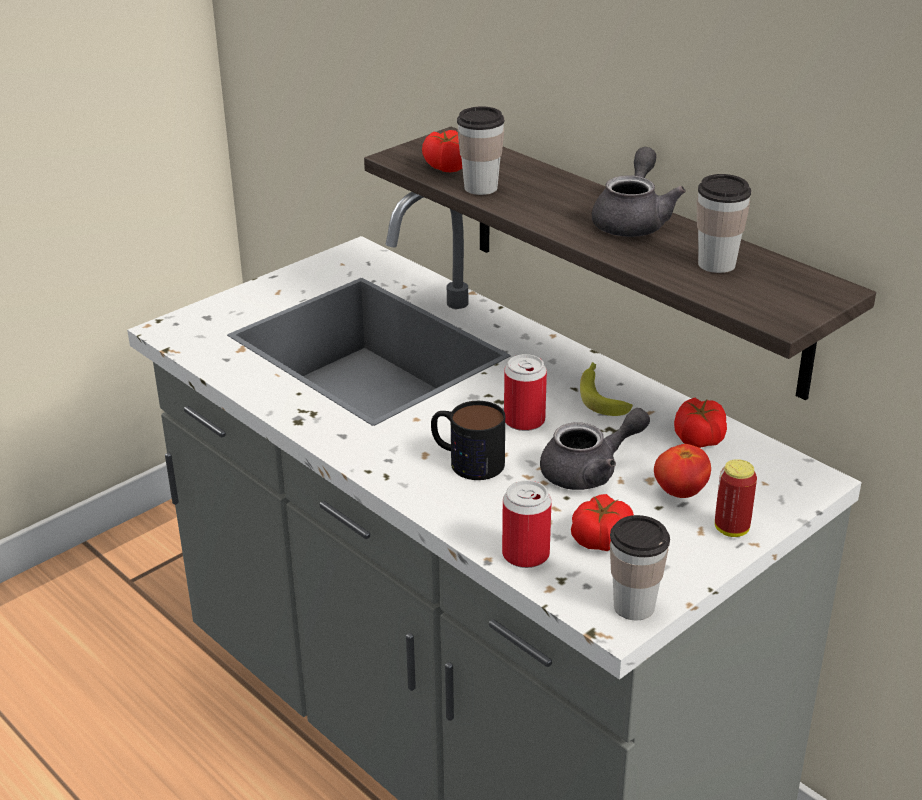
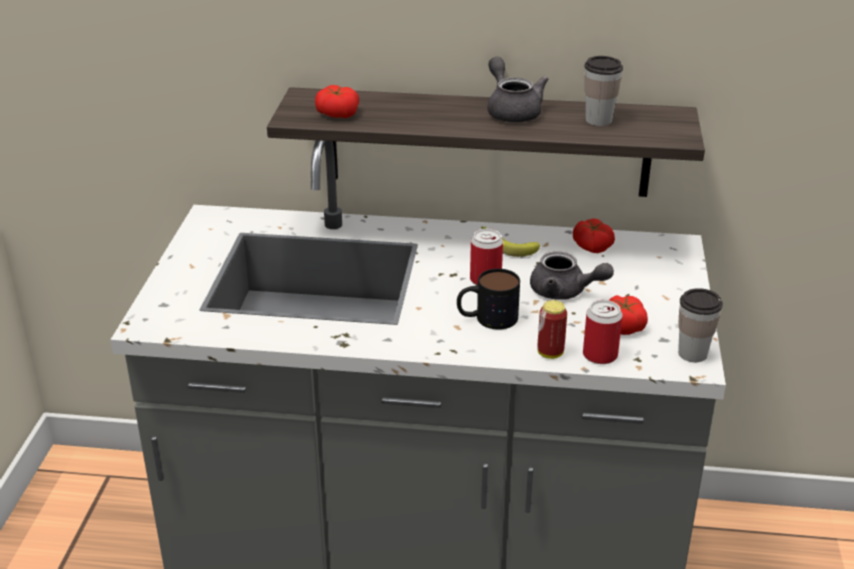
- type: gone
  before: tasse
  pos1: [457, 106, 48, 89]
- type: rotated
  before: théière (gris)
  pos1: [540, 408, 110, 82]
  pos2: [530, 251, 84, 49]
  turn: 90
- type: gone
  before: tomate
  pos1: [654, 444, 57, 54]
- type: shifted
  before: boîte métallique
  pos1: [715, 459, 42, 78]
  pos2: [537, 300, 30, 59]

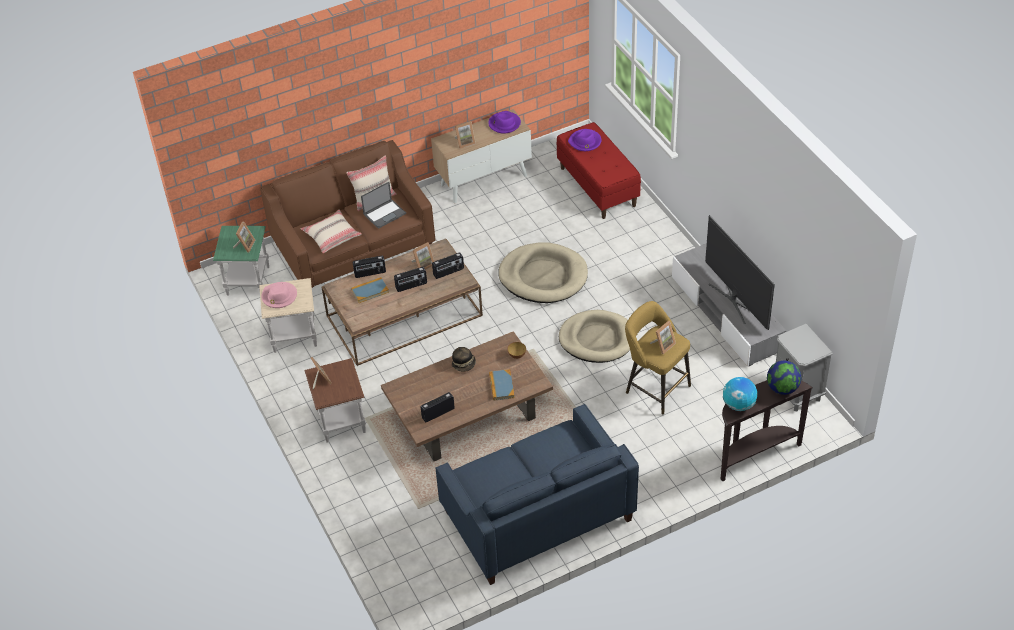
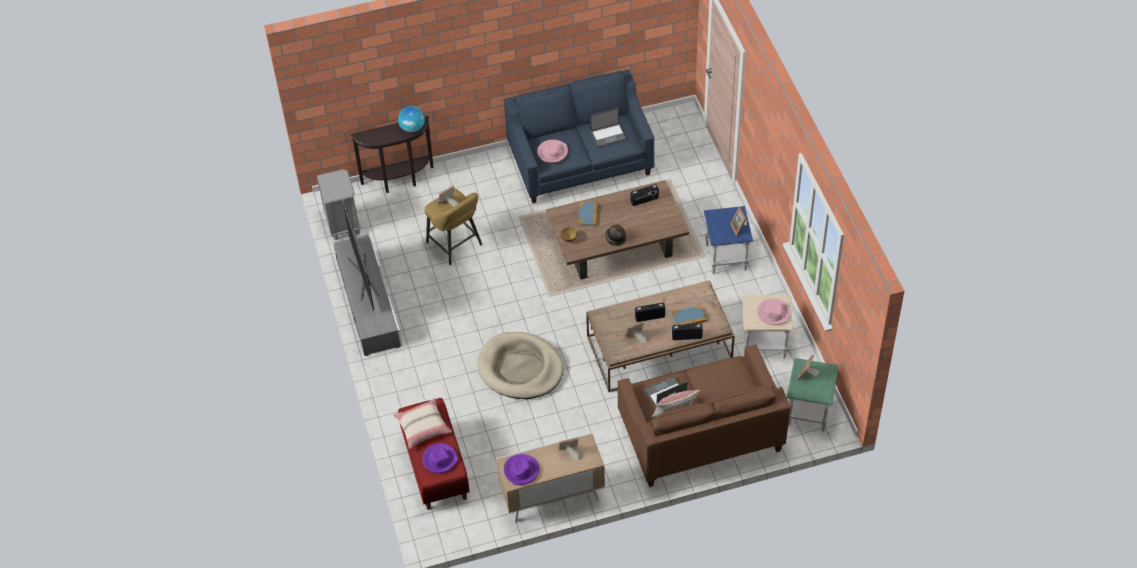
- type: shifted
  before: coussin (beige)
  pos1: [301, 210, 61, 43]
  pos2: [393, 398, 59, 51]
- type: repainted
  before: table d'appoint (marron)
  after: table d'appoint (bleu)
  pos1: [304, 358, 62, 85]
  pos2: [704, 206, 49, 68]
- type: gone
  before: radio
  pos1: [432, 252, 32, 27]
- type: gone
  before: panier pour chien (beige)
  pos1: [559, 310, 71, 53]
- type: gone
  before: globe
  pos1: [767, 361, 34, 34]
- type: new
  after: chapeau (rose)
  pos2: [537, 140, 31, 23]
- type: new
  after: ordinateur portable
  pos2: [590, 108, 37, 40]

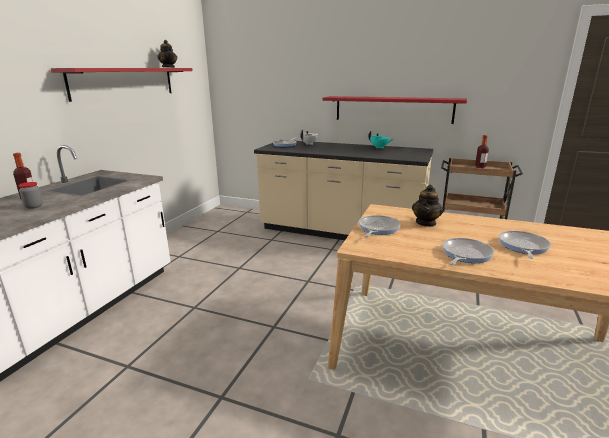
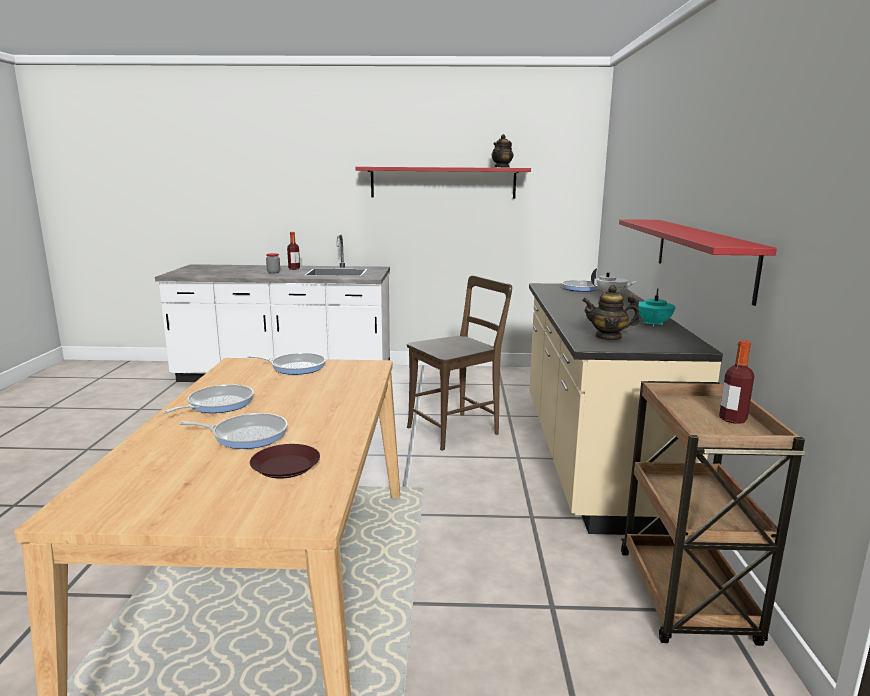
- type: shifted
  before: théière
  pos1: [412, 185, 31, 42]
  pos2: [582, 285, 59, 56]
- type: rotated
  before: poêle
  pos1: [442, 238, 52, 27]
  pos2: [162, 384, 92, 30]
  turn: -75
- type: new
  after: assiette (marron)
  pos2: [250, 444, 70, 35]
- type: new
  after: chaise (marron)
  pos2: [407, 276, 105, 175]

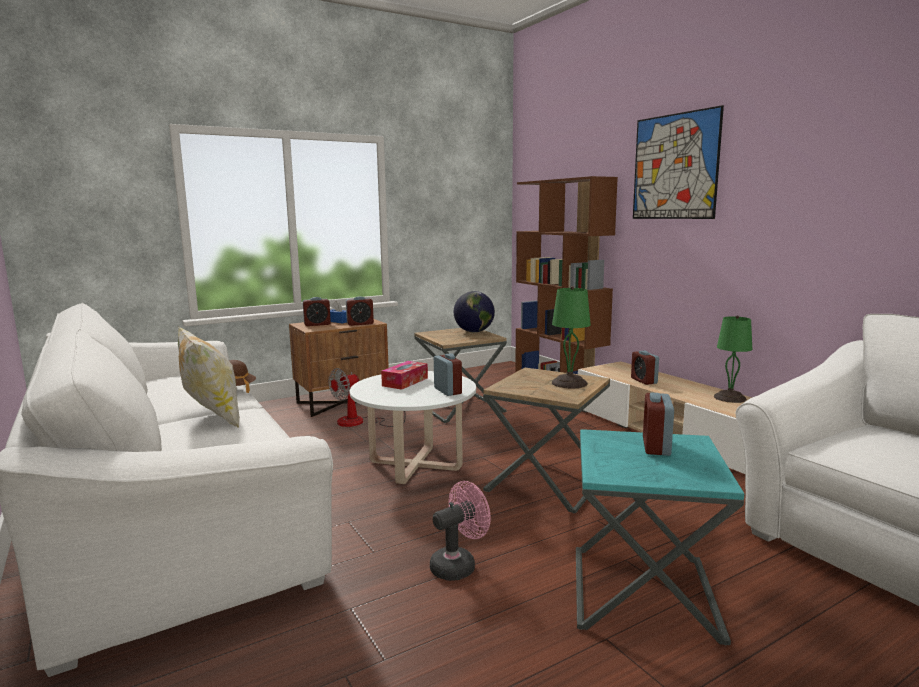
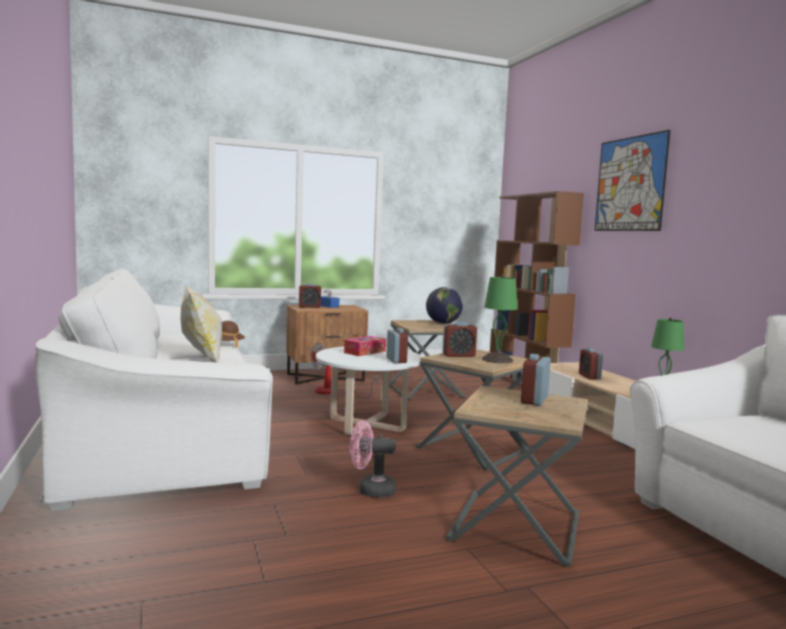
- type: shifted
  before: réveil
  pos1: [346, 296, 28, 30]
  pos2: [443, 322, 34, 35]
- type: rotated
  before: ventilateur (rose)
  pos1: [430, 481, 61, 100]
  pos2: [350, 420, 46, 78]
  turn: -150
- type: repainted
  before: table d'appoint (turquoise)
  after: table d'appoint (marron)
  pos1: [576, 429, 168, 216]
  pos2: [447, 386, 141, 181]

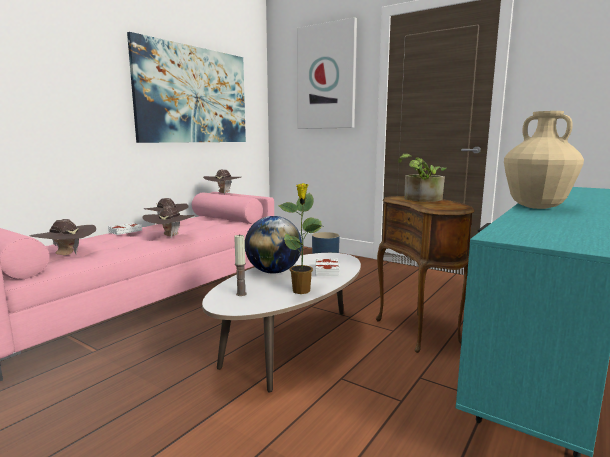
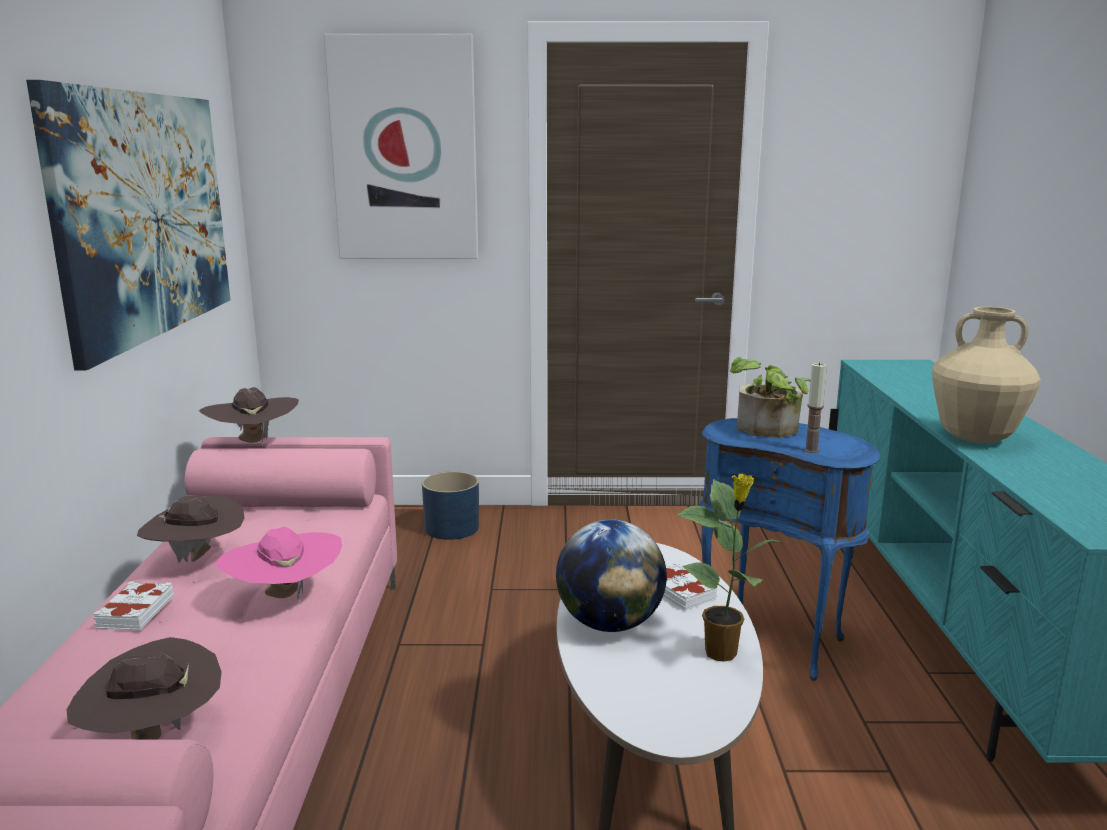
- type: repainted
  before: chapeau (marron)
  after: chapeau (rose)
  pos1: [142, 206, 53, 32]
  pos2: [215, 527, 127, 75]
- type: shifted
  before: bougie
  pos1: [234, 234, 13, 62]
  pos2: [804, 362, 23, 91]
- type: repainted
  before: table d'appoint (marron)
  after: table d'appoint (bleu)
  pos1: [376, 196, 99, 157]
  pos2: [699, 418, 181, 263]

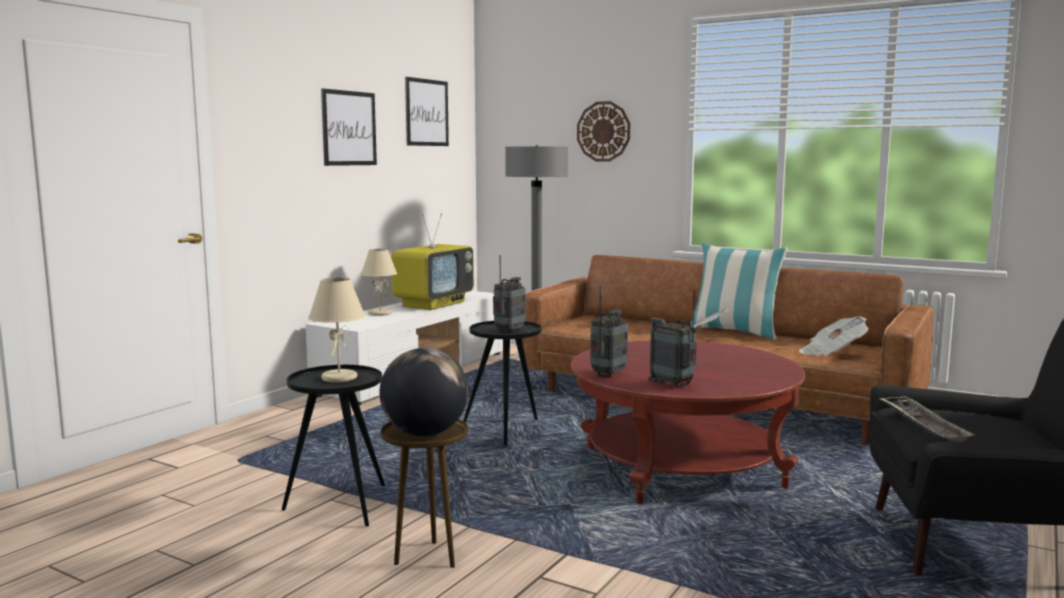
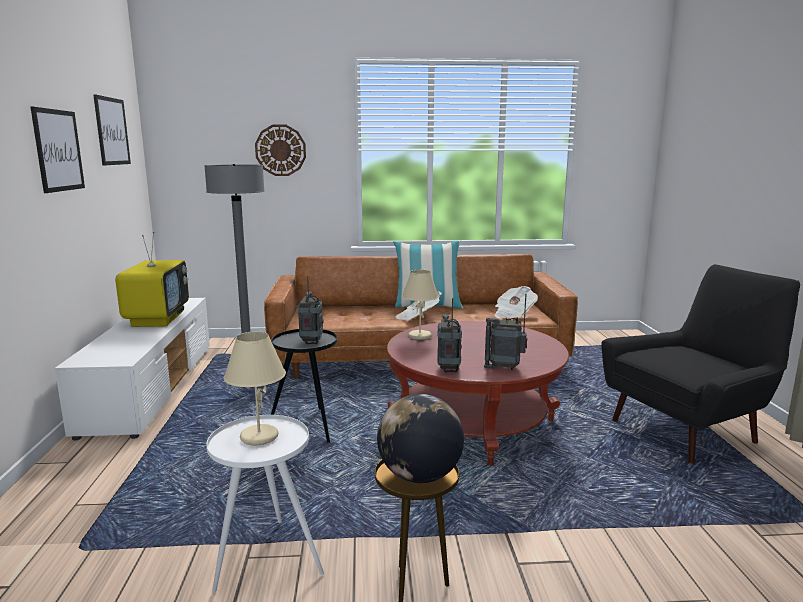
- type: repainted
  before: table d'appoint (noir)
  after: table d'appoint (blanc)
  pos1: [282, 365, 103, 162]
  pos2: [206, 415, 118, 178]
- type: shifted
  before: lampe de table (beige)
  pos1: [361, 249, 36, 67]
  pos2: [402, 270, 37, 70]
- type: gone
  before: plateau
  pos1: [880, 396, 95, 47]

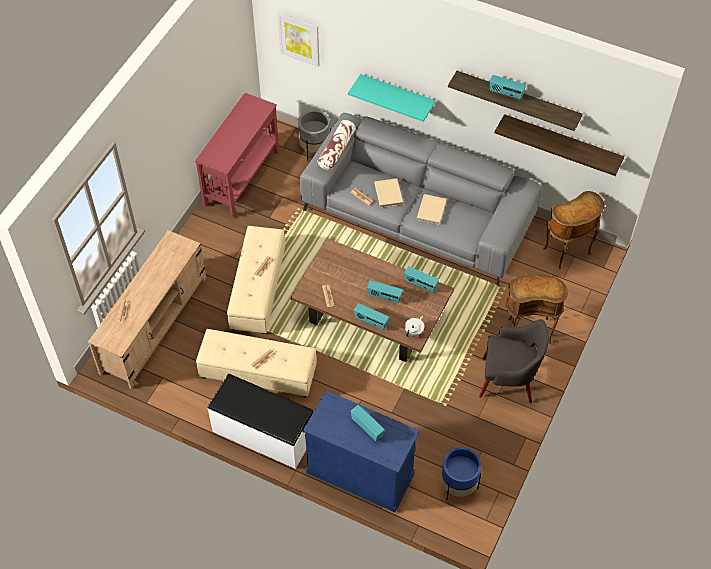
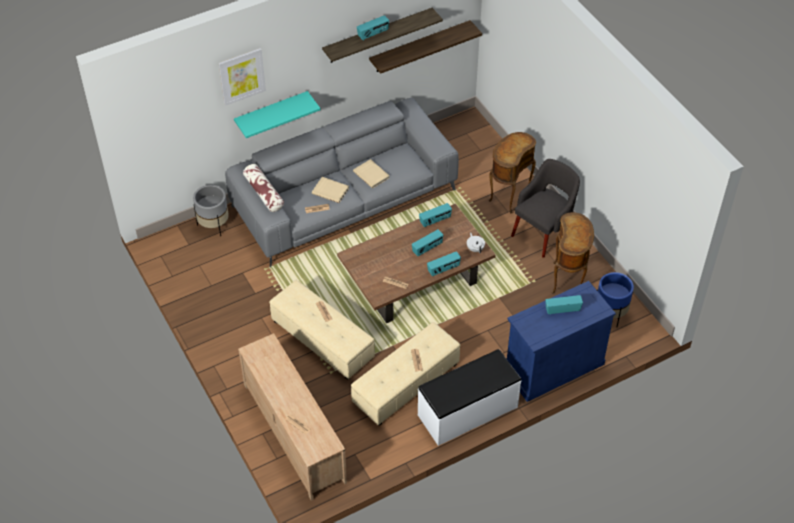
- type: gone
  before: table console (rouge)
  pos1: [195, 93, 84, 125]
- type: shifted
  before: tableau
  pos1: [277, 13, 42, 54]
  pos2: [219, 48, 47, 58]
- type: shifted
  before: table d'appoint (marron)
  pos1: [543, 191, 61, 78]
  pos2: [552, 212, 42, 82]

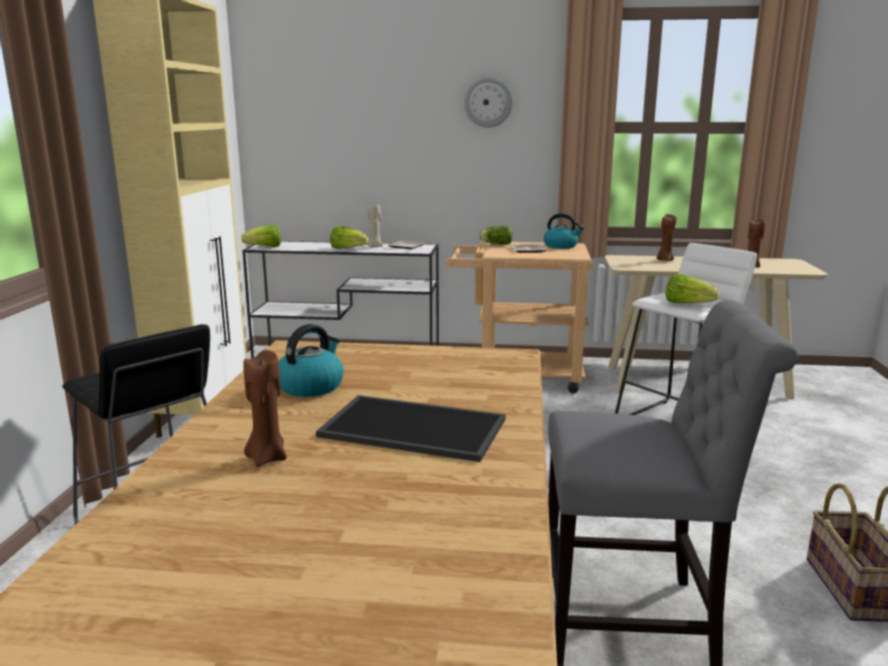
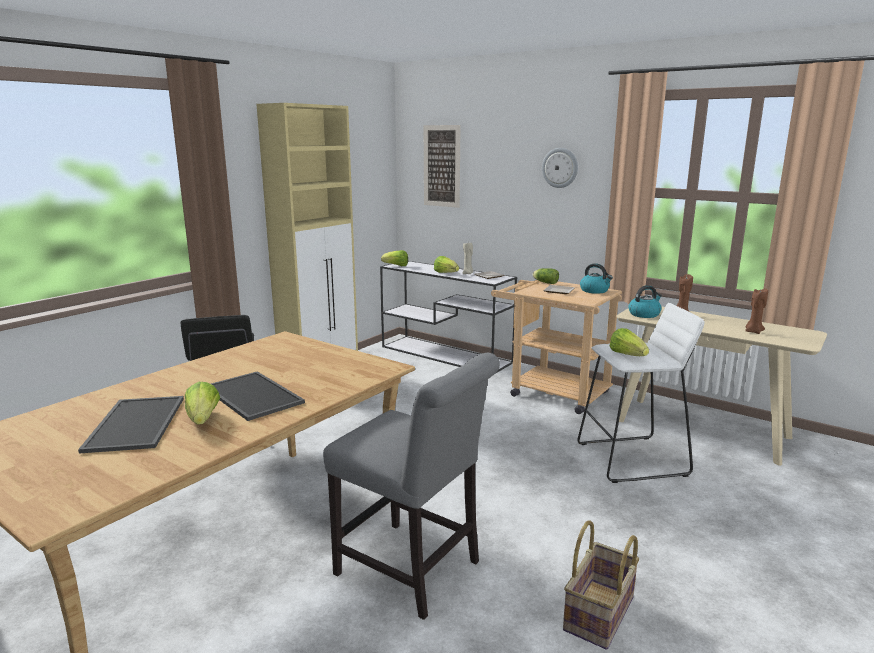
- type: gone
  before: bougie (marron)
  pos1: [243, 350, 44, 117]
- type: shifted
  before: bouilloire
  pos1: [279, 324, 65, 73]
  pos2: [628, 285, 34, 33]
- type: new
  after: plateau
  pos2: [78, 396, 106, 57]
- type: new
  after: laitue
  pos2: [185, 382, 35, 43]
- type: new
  after: tableau
  pos2: [424, 125, 37, 83]

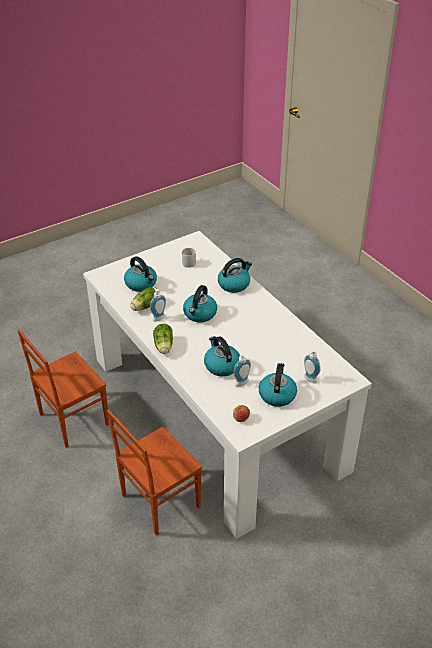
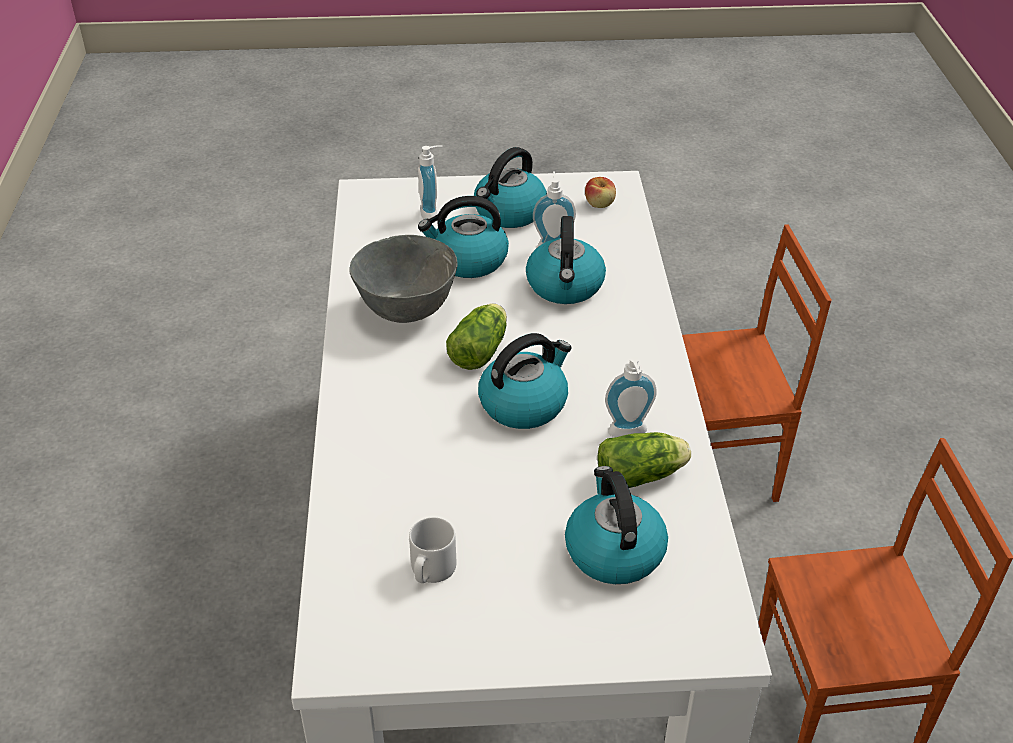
- type: shifted
  before: laitue
  pos1: [153, 324, 20, 30]
  pos2: [446, 303, 61, 67]
- type: shifted
  before: bouilloire
  pos1: [218, 258, 34, 35]
  pos2: [418, 196, 91, 82]
- type: new
  after: bol (gris)
  pos2: [350, 235, 107, 88]

